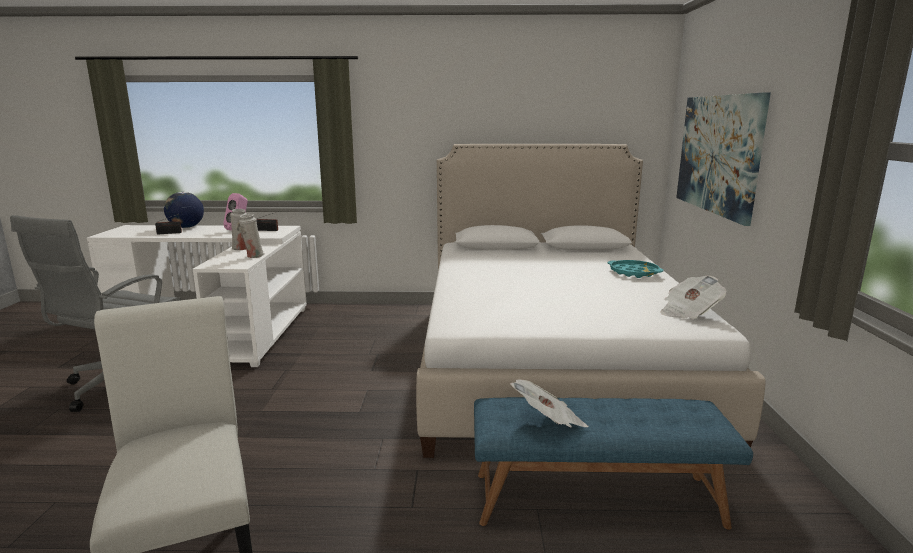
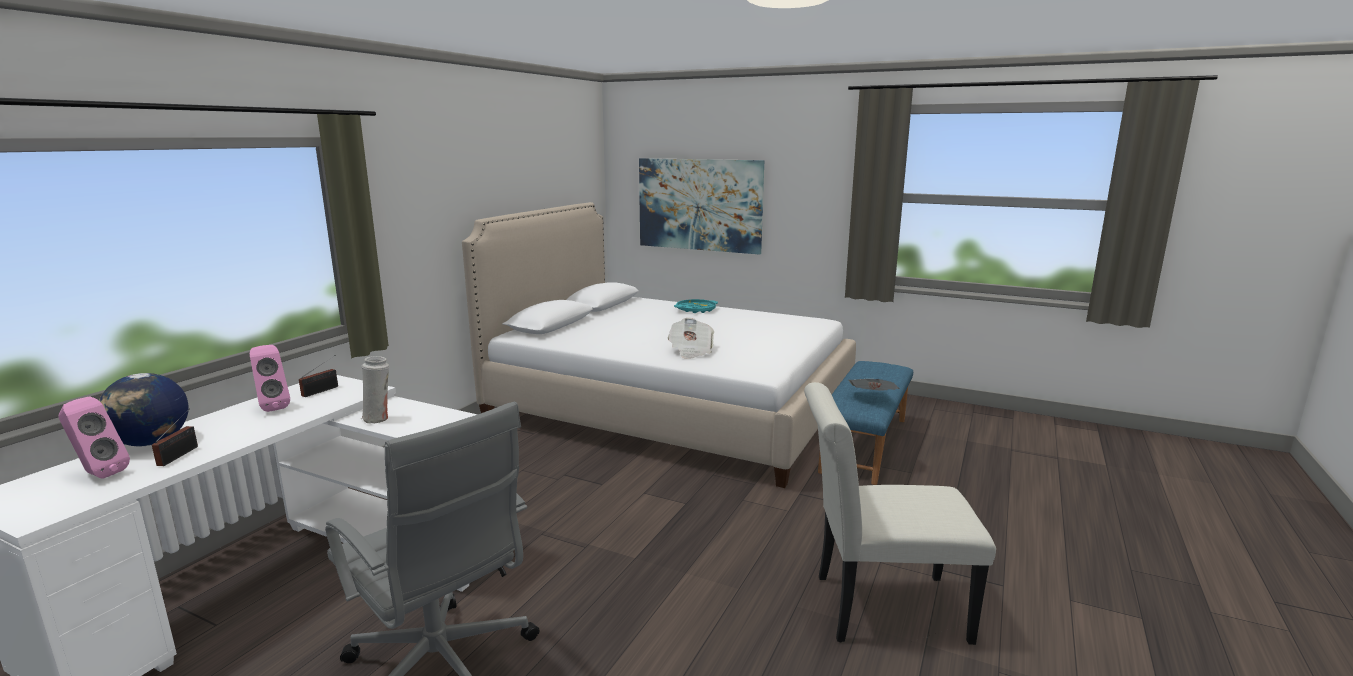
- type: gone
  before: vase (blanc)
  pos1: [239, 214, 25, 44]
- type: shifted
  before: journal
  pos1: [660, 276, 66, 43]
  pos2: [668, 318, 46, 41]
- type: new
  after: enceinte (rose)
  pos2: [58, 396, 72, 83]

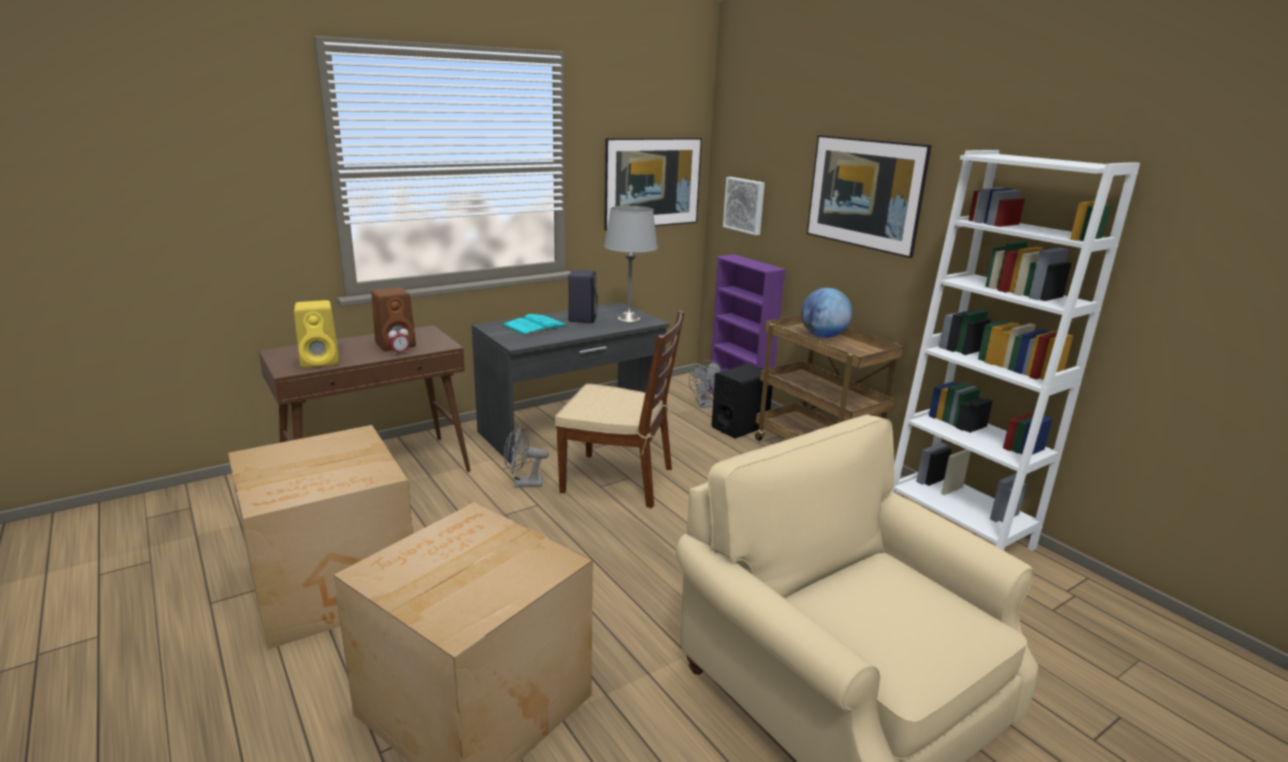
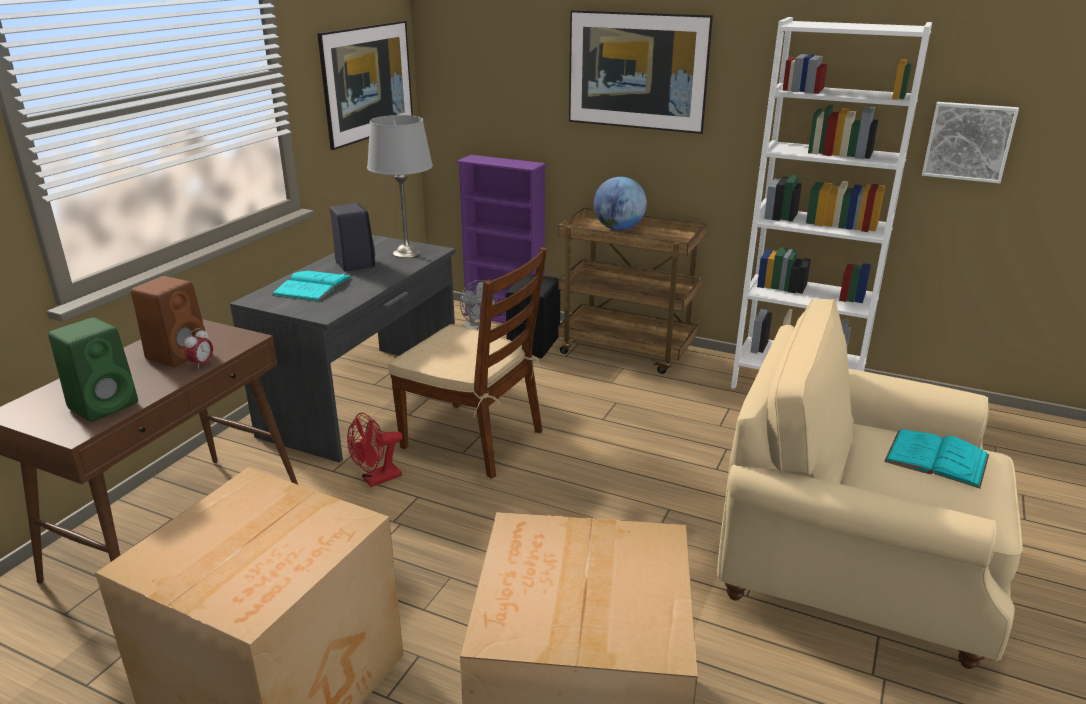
- type: repainted
  before: enceinte (jaune)
  after: enceinte (vert)
  pos1: [294, 300, 45, 68]
  pos2: [48, 318, 90, 104]
- type: repainted
  before: ventilateur (gris)
  after: ventilateur (rouge)
  pos1: [504, 426, 45, 62]
  pos2: [347, 412, 56, 75]
- type: rotated
  before: chaise (marron)
  pos1: [555, 311, 129, 197]
  pos2: [388, 247, 159, 232]
  turn: 45
- type: shifted
  before: tableau
  pos1: [723, 177, 42, 58]
  pos2: [922, 102, 97, 81]
- type: new
  after: livre (turquoise)
  pos2: [884, 429, 105, 60]

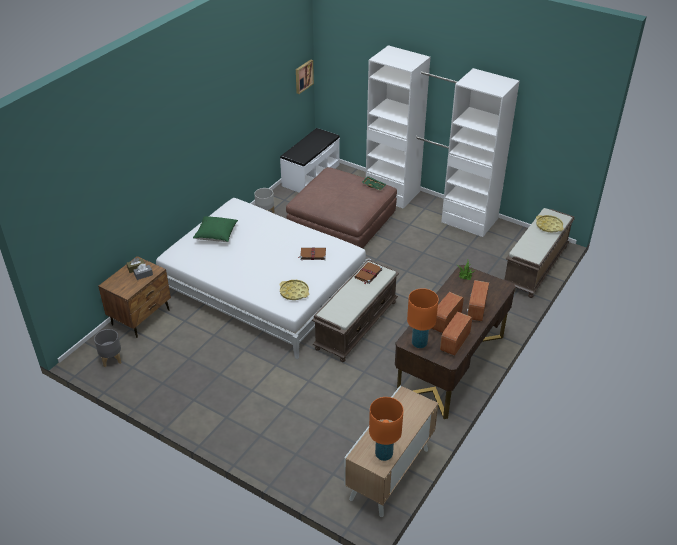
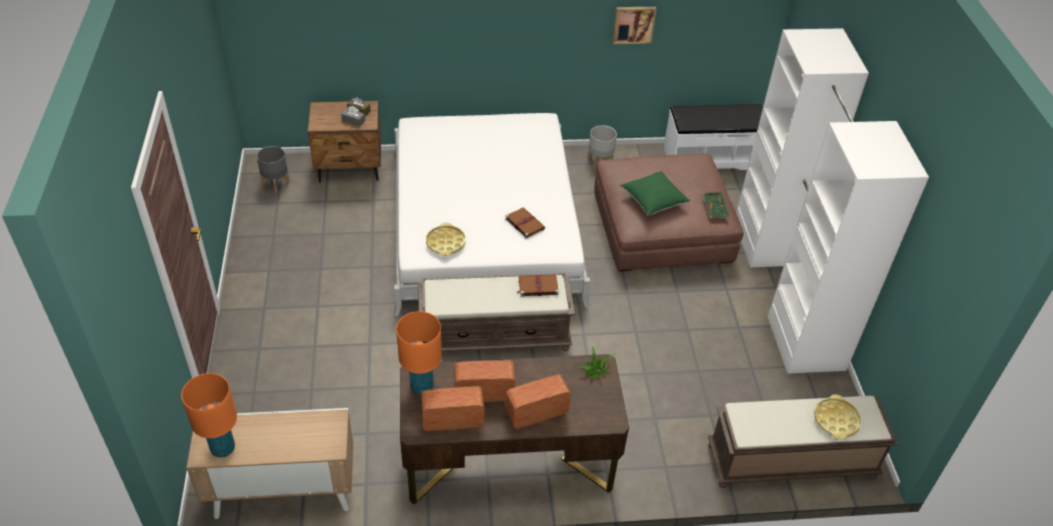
- type: shifted
  before: coussin (vert)
  pos1: [193, 216, 45, 26]
  pos2: [620, 171, 70, 45]
- type: shifted
  before: tableau
  pos1: [296, 59, 18, 35]
  pos2: [612, 7, 45, 37]

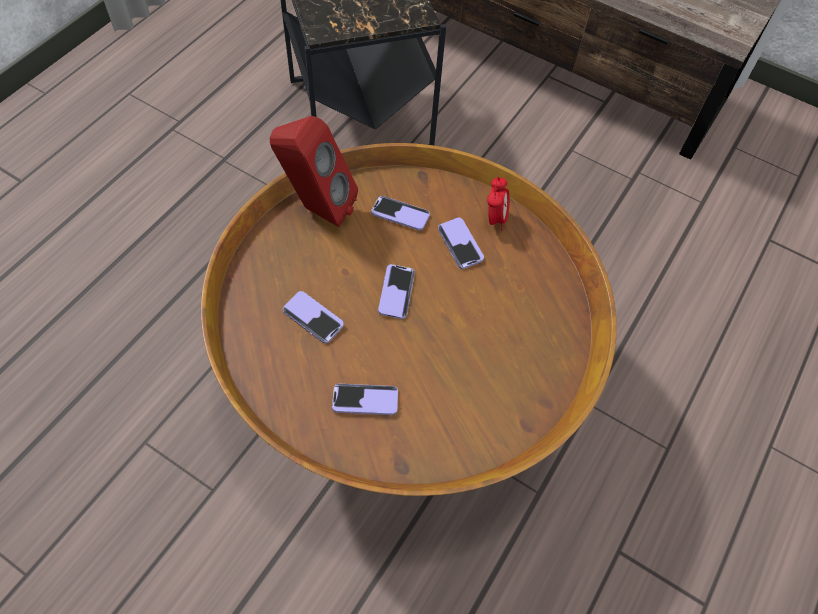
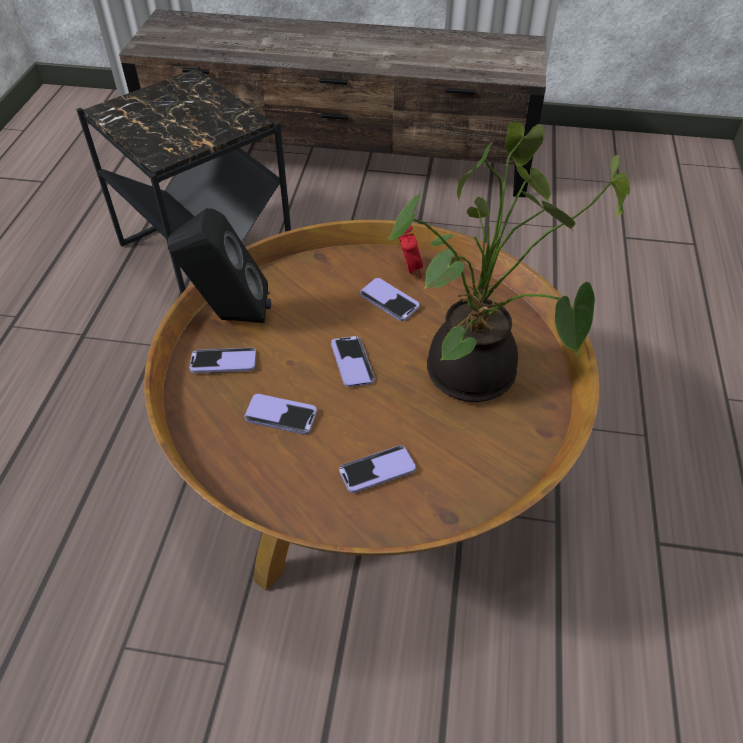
- type: repainted
  before: enceinte (rouge)
  after: enceinte (noir)
  pos1: [270, 116, 88, 111]
  pos2: [168, 208, 103, 115]
- type: shifted
  before: téléphone
  pos1: [371, 196, 59, 34]
  pos2: [189, 348, 67, 25]
- type: new
  after: plante en pot
  pos2: [388, 122, 242, 280]

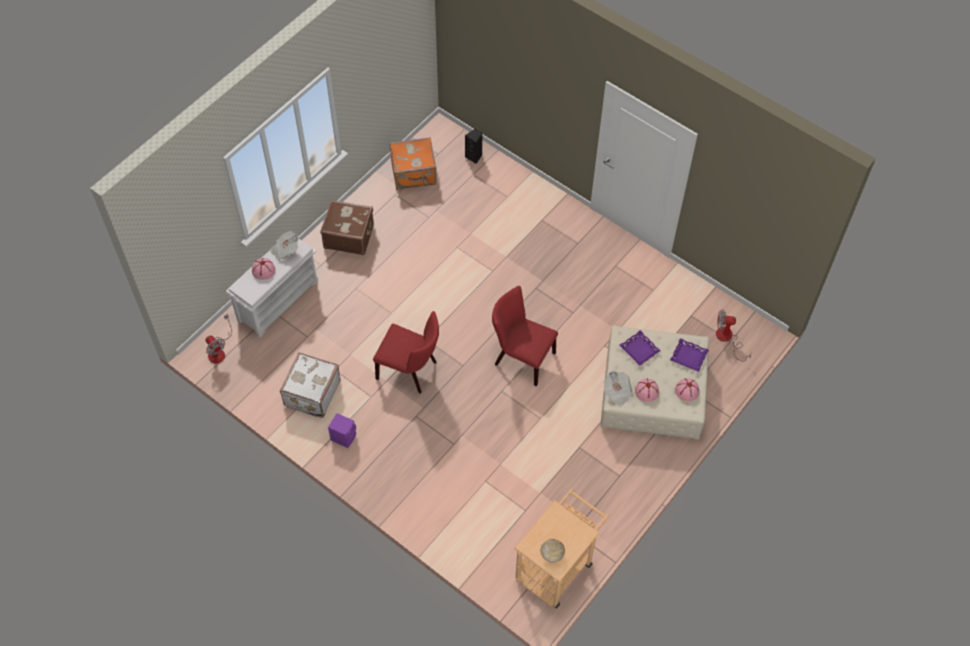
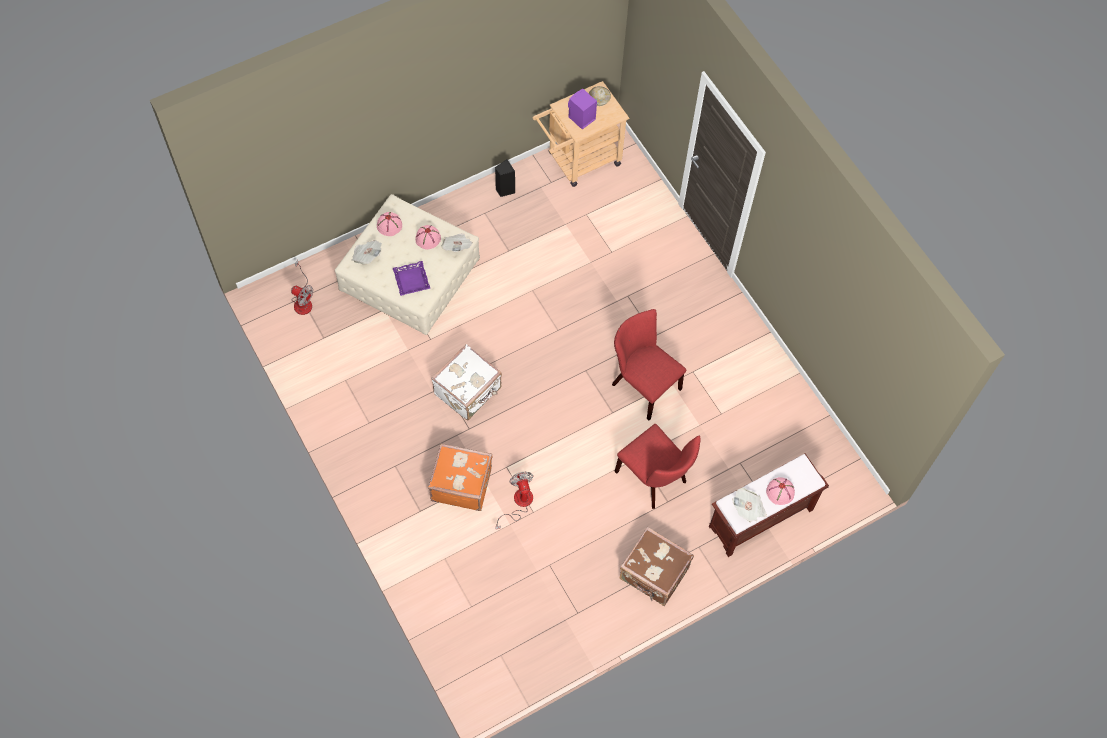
- type: shifted
  before: ventilateur
  pos1: [206, 314, 26, 49]
  pos2: [495, 472, 38, 58]
- type: repainted
  before: banc (blanc)
  after: banc (marron)
  pos1: [226, 239, 92, 99]
  pos2: [709, 454, 120, 103]
- type: shifted
  before: valise (blanc)
  pos1: [280, 352, 61, 66]
  pos2: [431, 344, 71, 76]
- type: shifted
  before: enceinte (violet)
  pos1: [328, 413, 28, 35]
  pos2: [568, 89, 29, 40]
- type: shifted
  before: valise (orange)
  pos1: [389, 137, 48, 53]
  pos2: [428, 443, 64, 68]
- type: shifted
  before: enceinte (noir)
  pos1: [465, 129, 18, 35]
  pos2: [495, 159, 20, 38]
- type: shifted
  before: chaise (rouge)
  pos1: [492, 286, 66, 100]
  pos2: [614, 424, 86, 85]
- type: swapped
  before: plateau (violet)
  after: journal
  pos1: [670, 338, 39, 34]
  pos2: [351, 240, 31, 25]

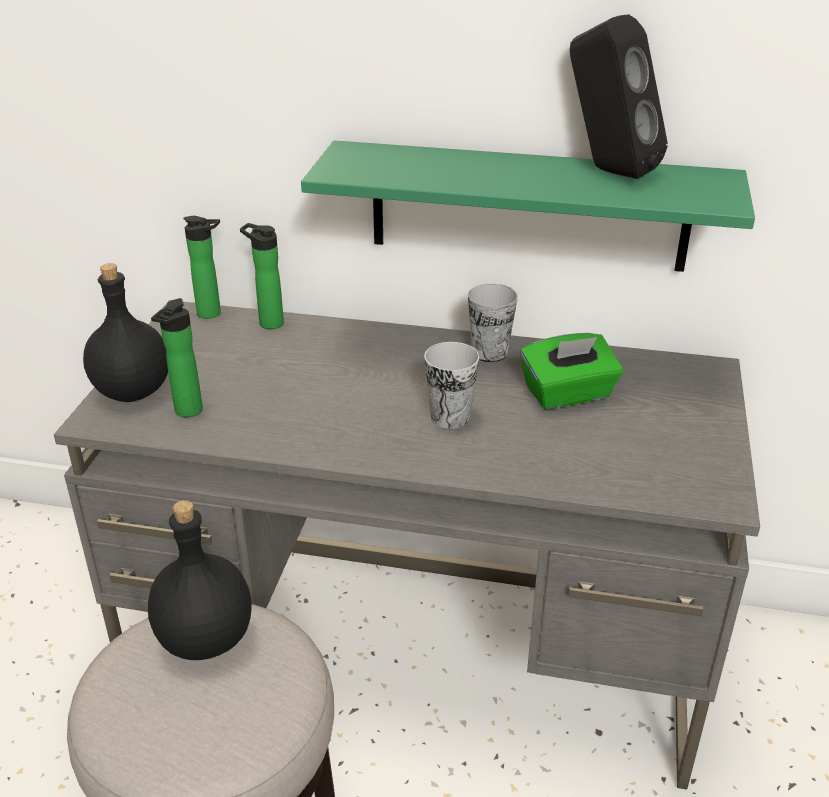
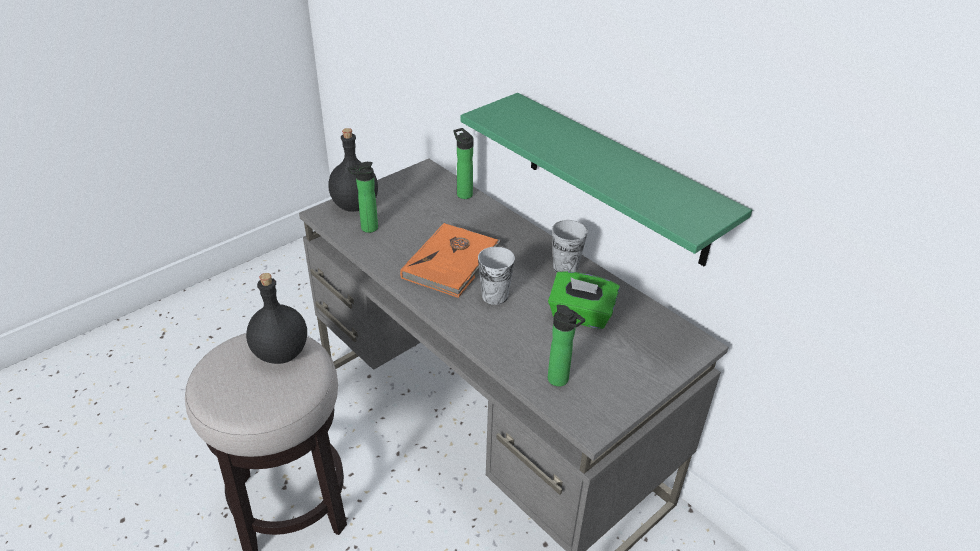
- type: shifted
  before: bouteille
  pos1: [184, 216, 37, 103]
  pos2: [548, 305, 37, 82]
- type: gone
  before: enceinte (noir)
  pos1: [570, 14, 98, 165]
- type: new
  after: livre (orange)
  pos2: [400, 223, 103, 75]

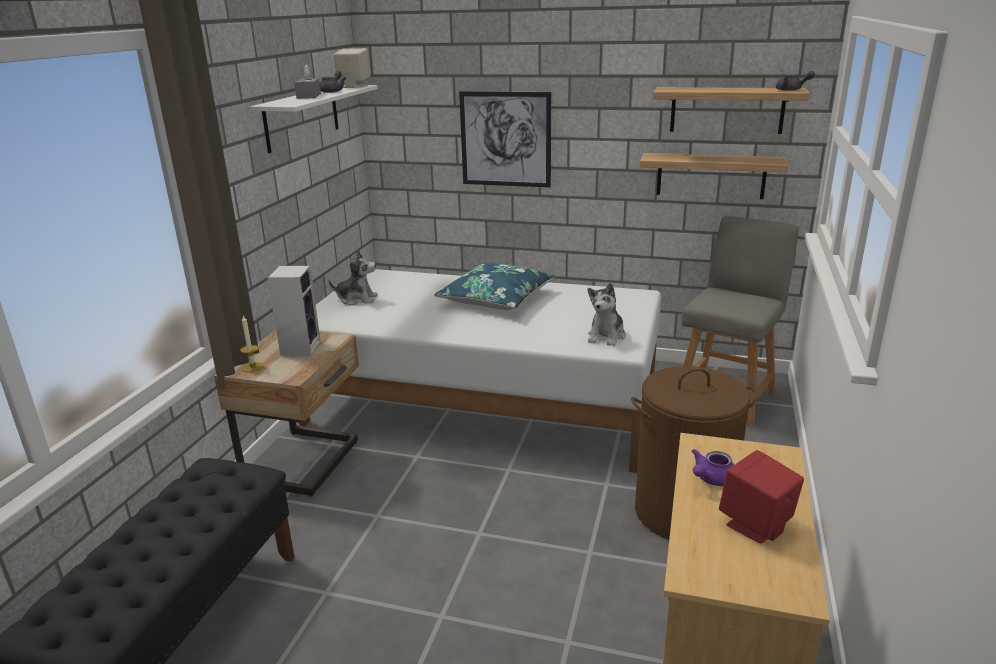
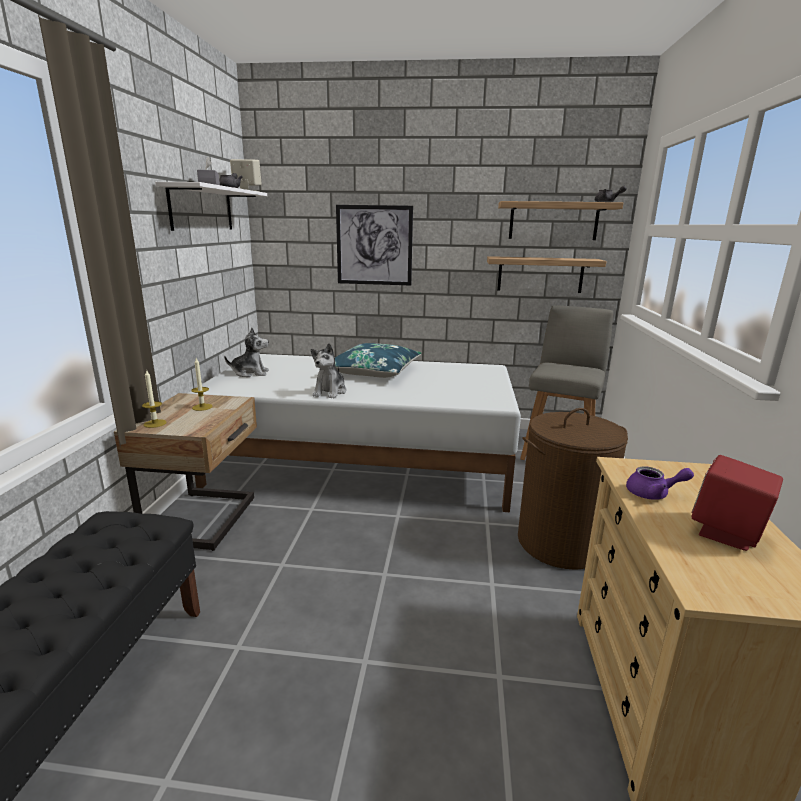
- type: swapped
  before: enceinte
  after: bougie
  pos1: [268, 266, 53, 90]
  pos2: [191, 358, 21, 53]
- type: shifted
  before: peluche
  pos1: [588, 283, 38, 63]
  pos2: [311, 343, 35, 56]
- type: rotated
  before: théière (violet)
  pos1: [692, 449, 42, 37]
  pos2: [626, 466, 68, 34]
  turn: -120

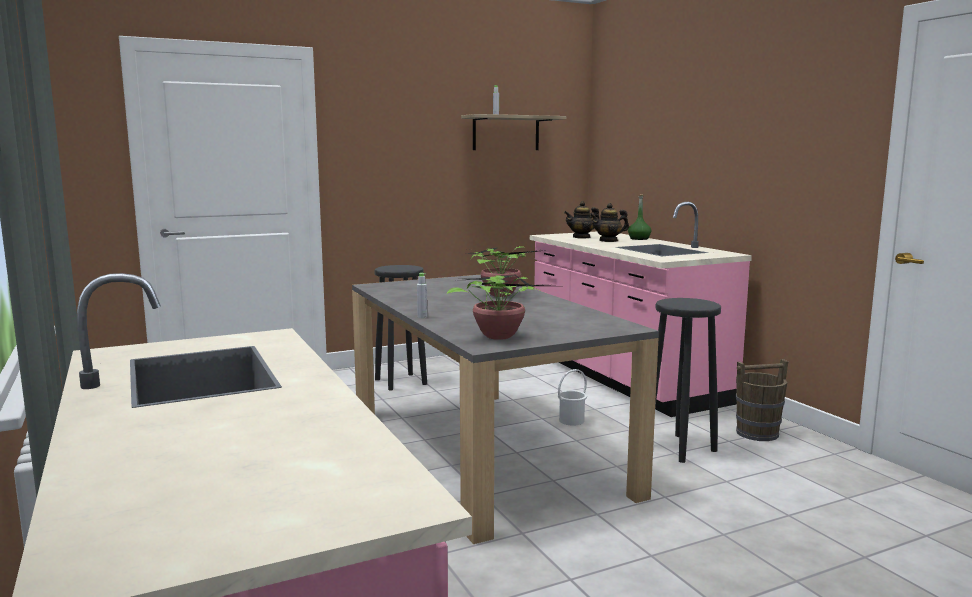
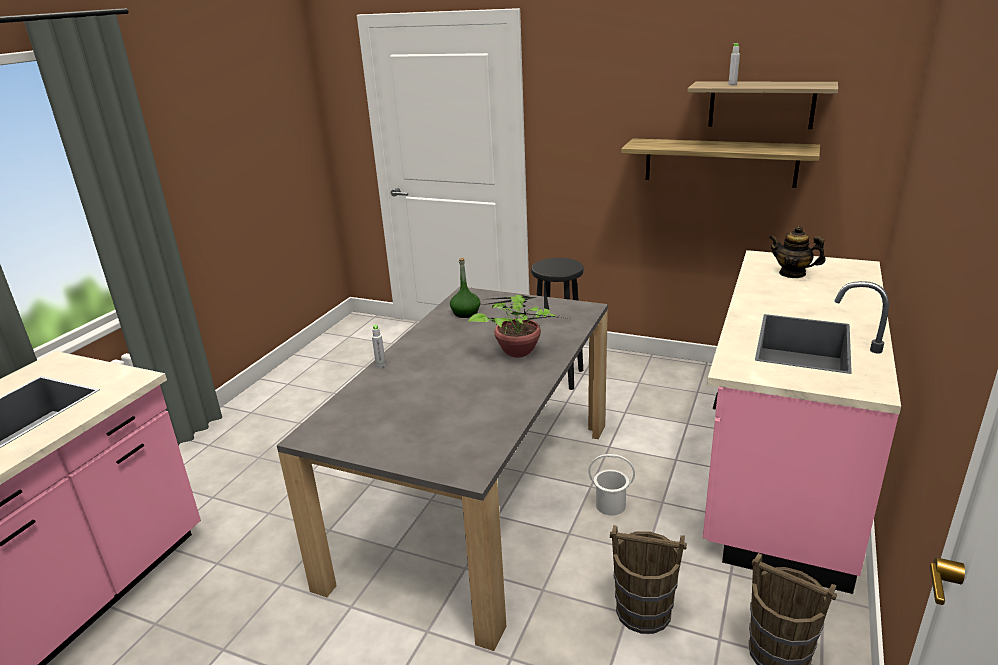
- type: gone
  before: plante en pot
  pos1: [447, 273, 101, 67]
- type: gone
  before: théière
  pos1: [590, 203, 39, 39]
- type: shifted
  before: bouteille (vert)
  pos1: [628, 194, 24, 46]
  pos2: [450, 258, 30, 60]
- type: swapped
  before: tabouret (noir)
  after: seau (marron)
  pos1: [655, 298, 66, 165]
  pos2: [610, 525, 77, 109]
- type: new
  after: étagère
  pos2: [621, 138, 199, 50]

